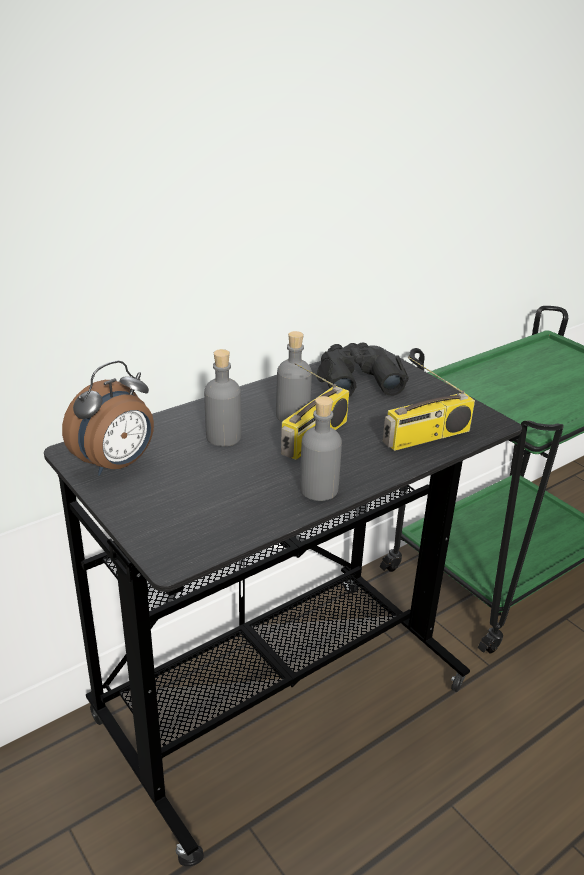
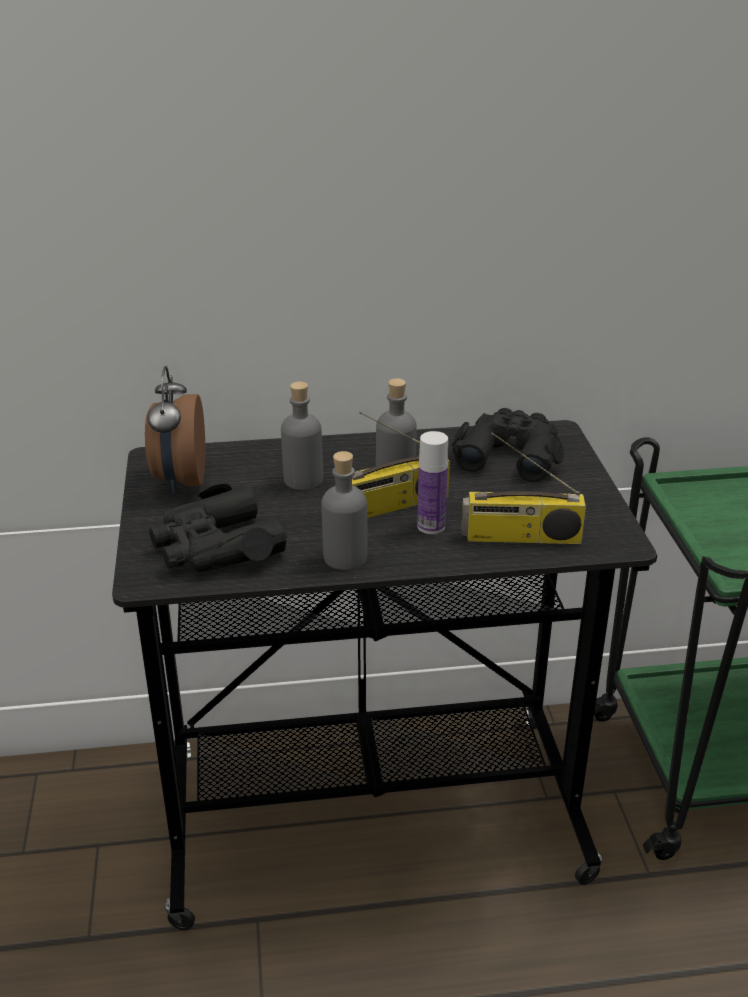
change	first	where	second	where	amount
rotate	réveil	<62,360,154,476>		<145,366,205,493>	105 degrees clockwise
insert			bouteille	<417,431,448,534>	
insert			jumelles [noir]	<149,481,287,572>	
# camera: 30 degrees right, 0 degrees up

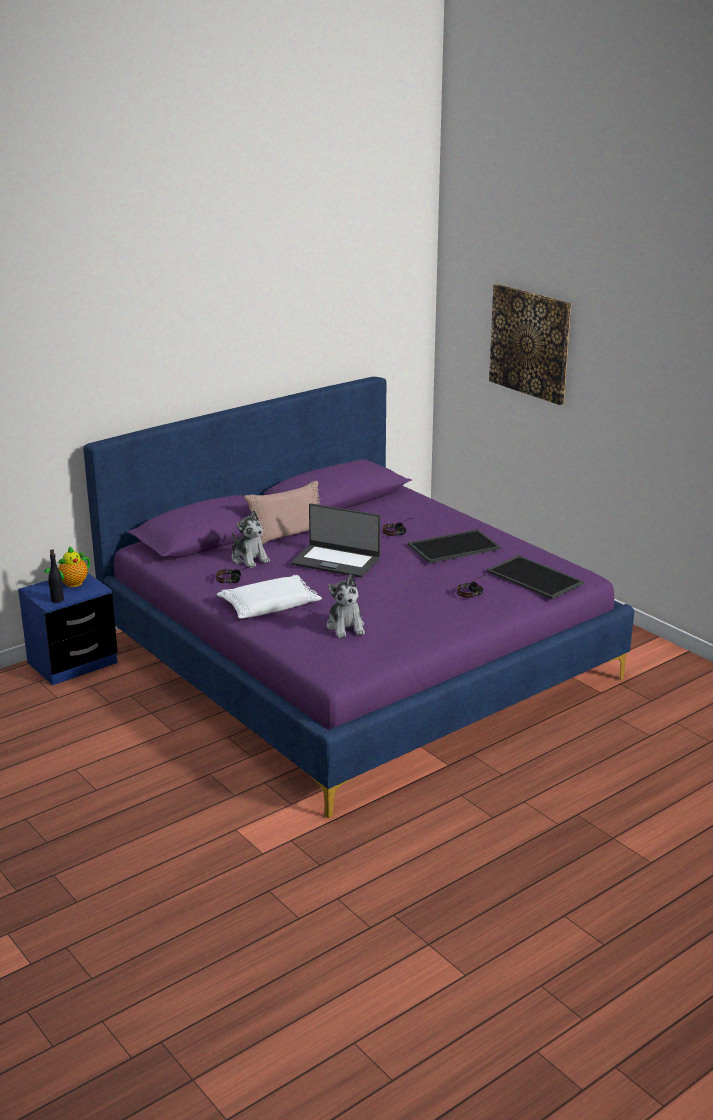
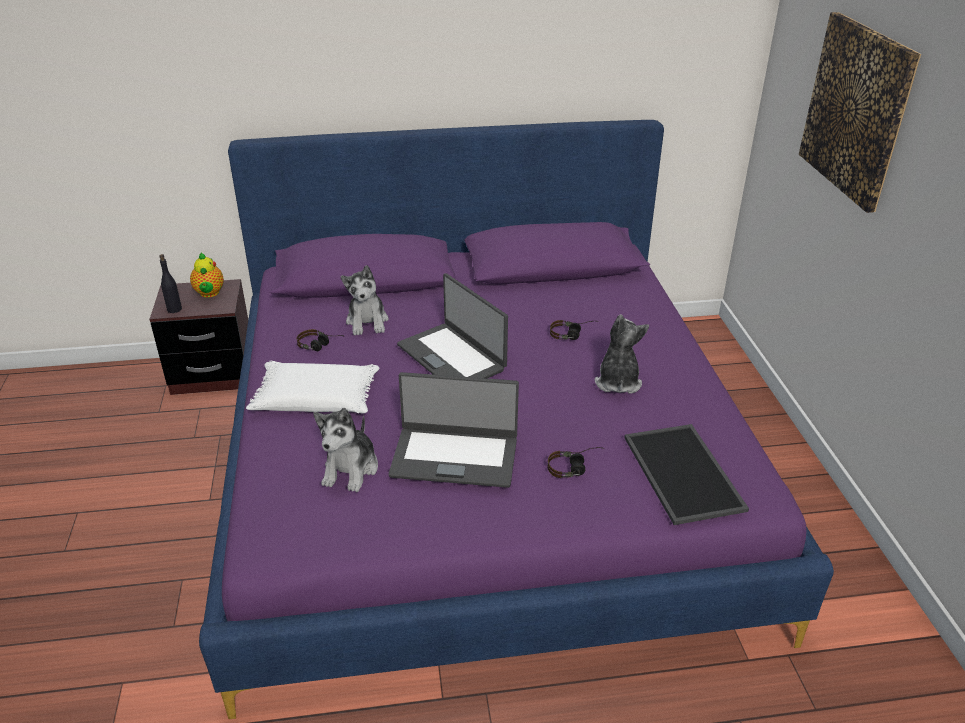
change	first	where	second	where	amount
delete	coussin [beige]	<244,481,320,544>			
replace	plateau	<408,529,501,564>	peluche	<594,314,649,394>	
rotate	théière	<44,547,90,587>		<190,253,224,297>	90 degrees counterclockwise
recolor	table de chevet [bleu]	<18,573,118,685>	table de chevet [marron]	<150,279,248,395>	
insert			ordinateur portable	<388,372,519,488>	
# camera: 30 degrees right, 10 degrees up

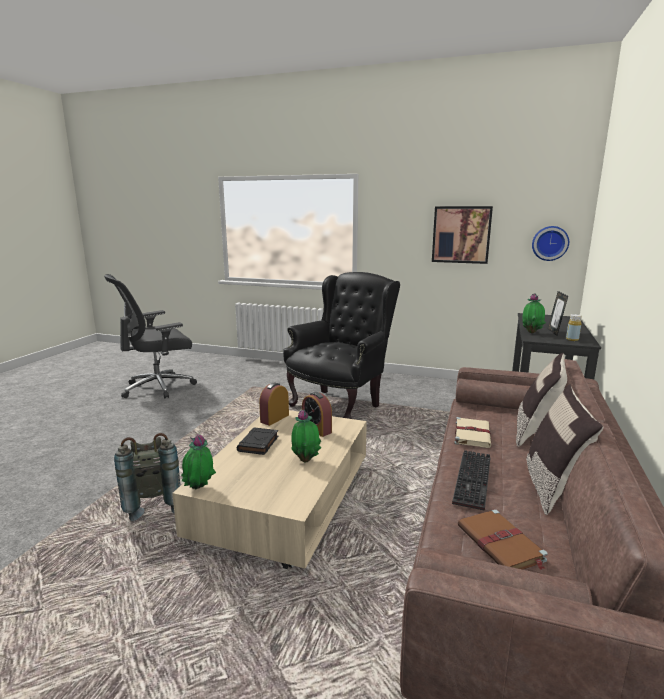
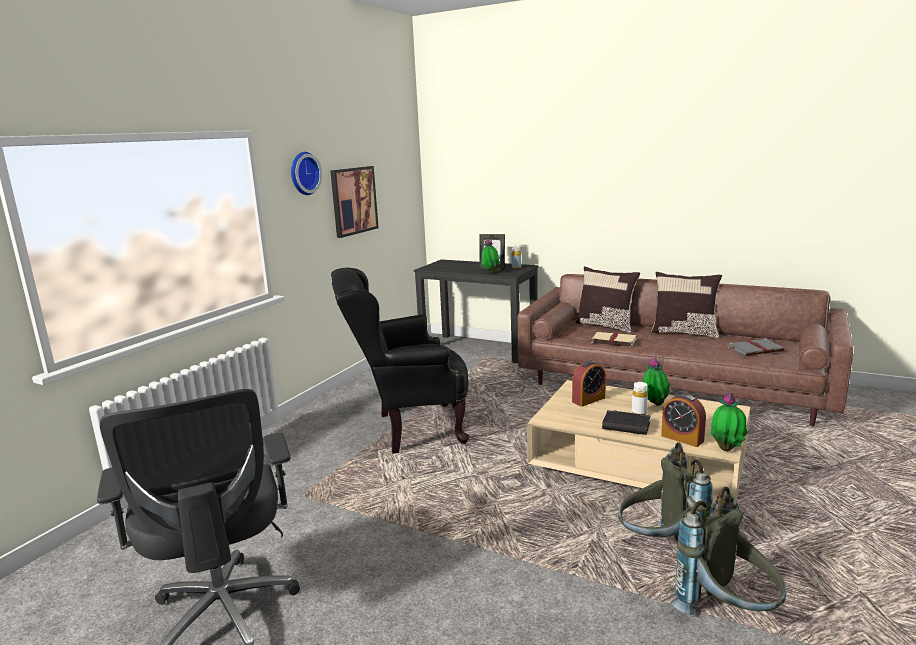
change	first	where	second	where	amount
move	horloge murale	<532,226,569,261>		<291,152,322,195>	
rotate	fauteuil [noir]	<283,272,400,419>		<331,268,470,454>	60 degrees counterclockwise
move	réveil	<259,383,289,426>		<661,393,706,447>	
delete	clavier	<452,450,490,511>			
recolor	livre [marron]	<458,509,548,570>	livre [gris]	<728,338,784,356>	
insert			bouteille [blanc]	<632,382,648,415>	
insert			sac à dos [gris]	<671,487,786,615>	
# camera: 80 degrees left, 0 degrees up

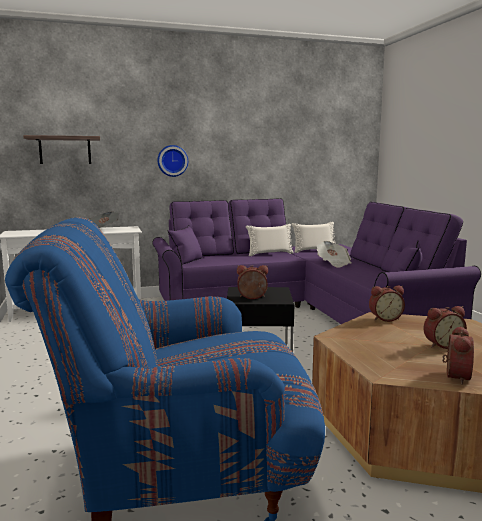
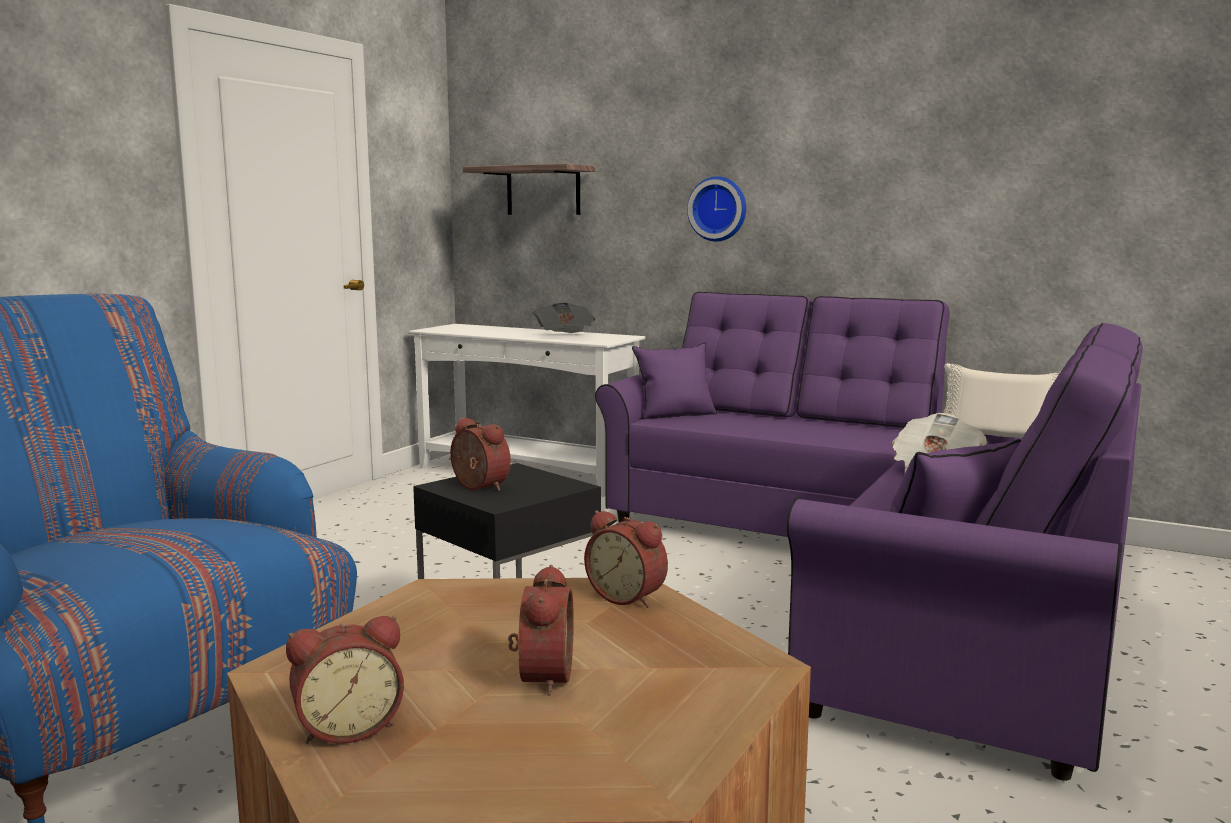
change	first	where	second	where	amount
delete	coussin [blanc]	<246,224,294,256>			
rotate	réveil	<423,306,467,349>		<508,565,574,696>	120 degrees counterclockwise
# camera: 45 degrees right, 0 degrees up

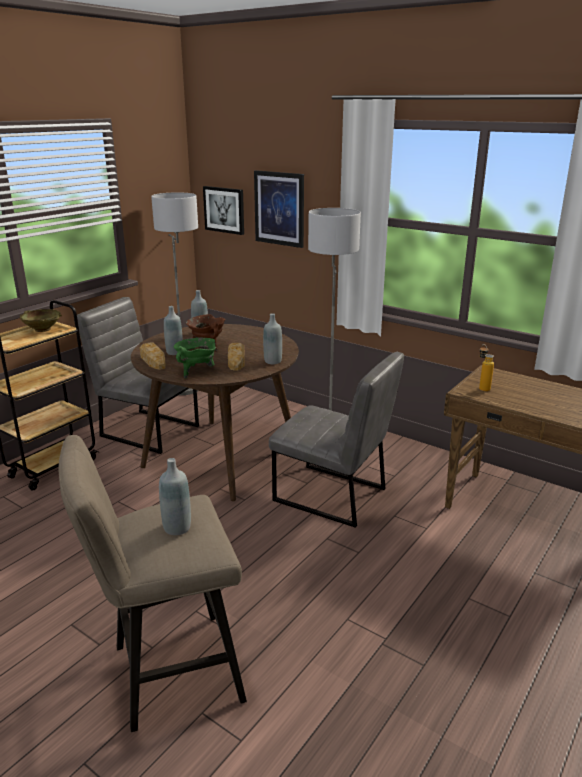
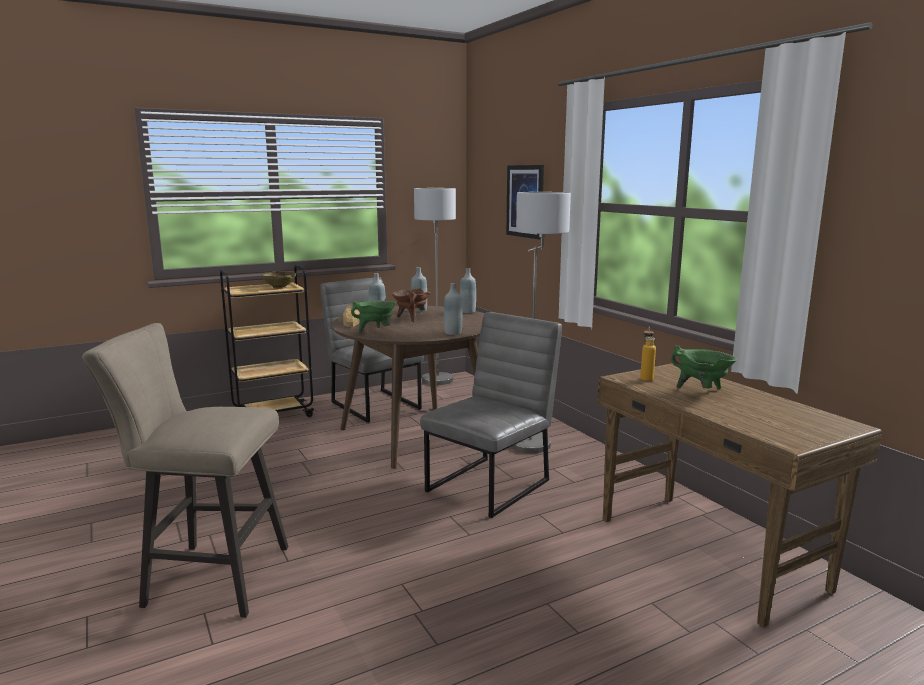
change	first	where	second	where	amount
delete	tableau	<203,186,244,235>			
delete	pain	<228,343,245,371>			
rotate	chaise [gris]	<269,352,404,528>		<420,312,562,518>	105 degrees counterclockwise
move	bouteille [gris]	<159,458,191,535>		<460,268,476,313>	
insert			marmite [vert]	<671,345,737,389>	
# camera: 25 degrees right, 10 degrees down

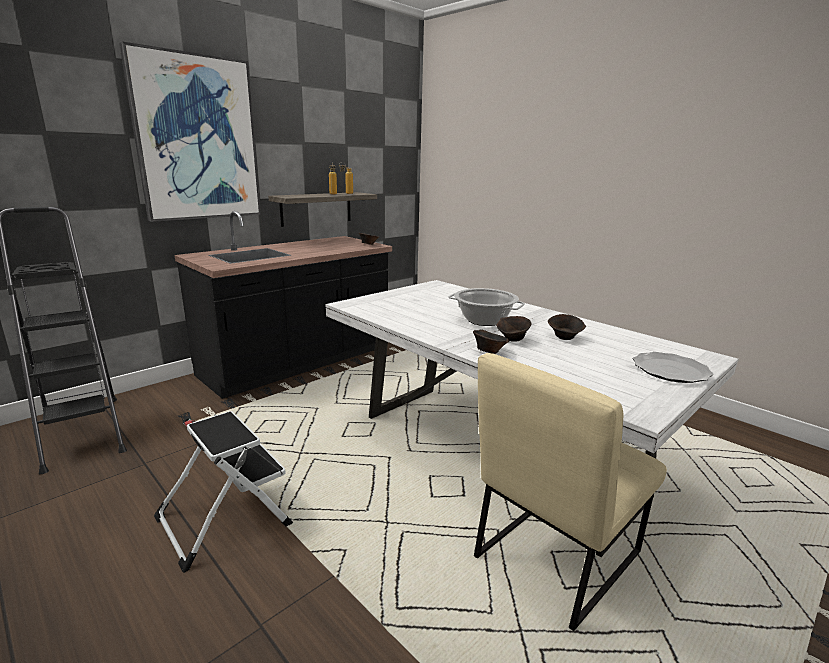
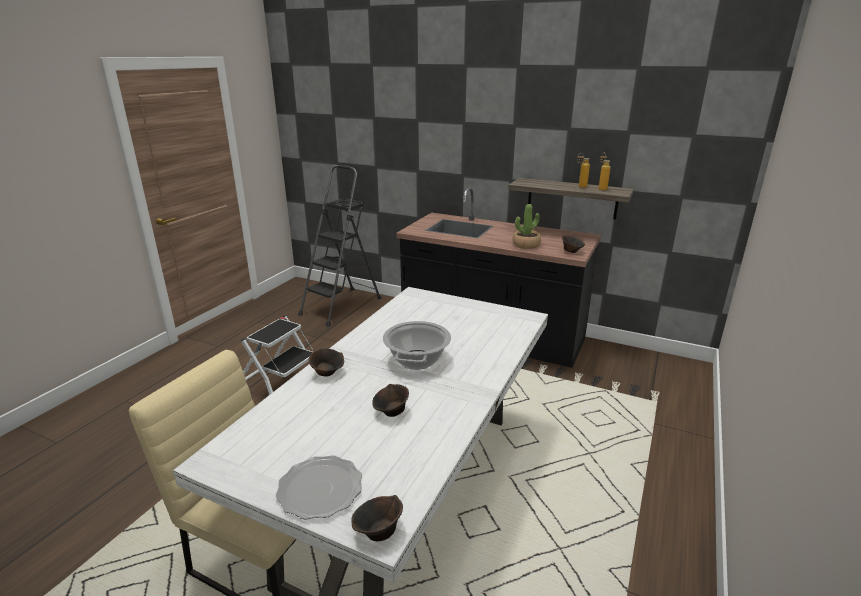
change	first	where	second	where	amount
delete	tableau	<119,41,261,222>			
move	bol [marron]	<497,316,532,342>		<351,495,403,541>	
insert			plante en pot	<513,204,541,249>	
# camera: 70 degrees right, 5 degrees up

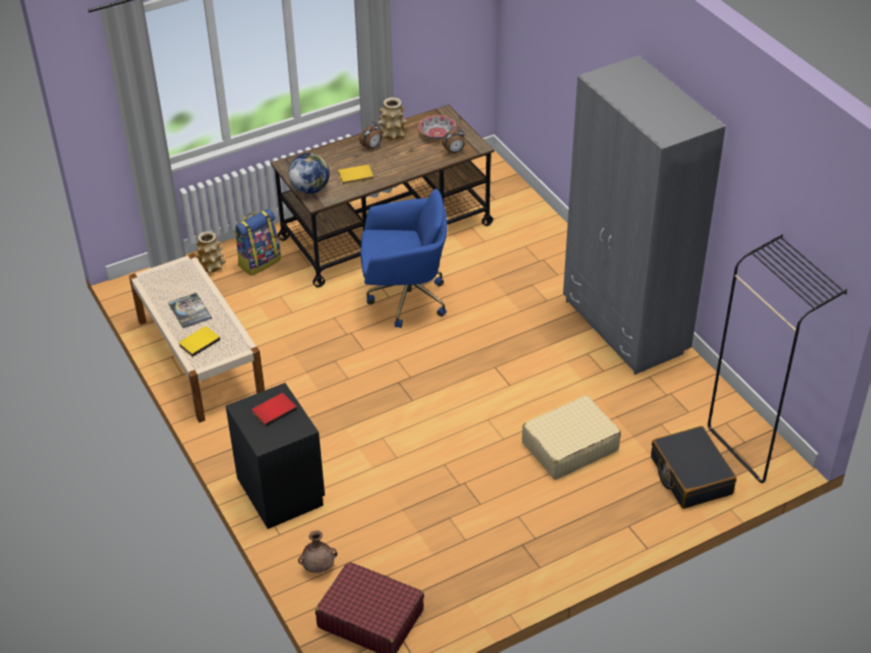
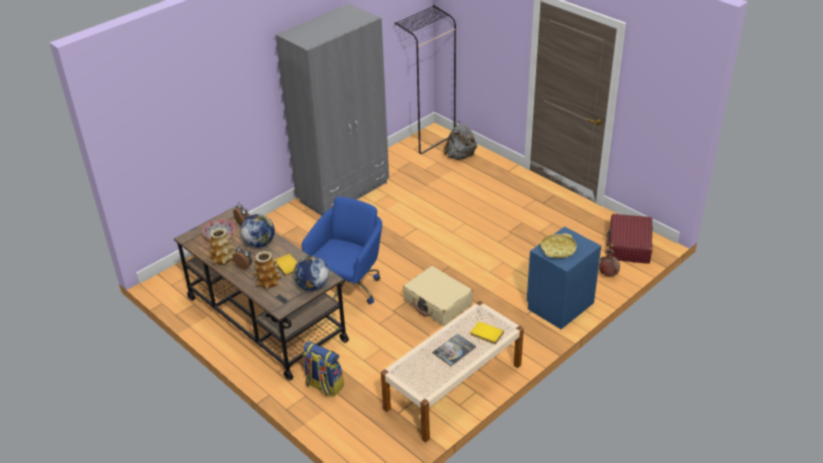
change	first	where	second	where	amount
rotate	chaise de bureau [bleu]	<361,189,447,328>		<302,197,382,305>	45 degrees clockwise
move	vase	<195,231,226,273>		<253,251,281,290>	
recolor	table de chevet [noir]	<226,383,325,529>	table de chevet [bleu]	<527,226,601,329>	
replace	livre [rouge]	<252,393,297,427>	plateau [jaune]	<541,233,577,258>	
move	valise [beige]	<522,395,621,480>		<403,266,473,326>	
replace	valise [noir]	<651,426,737,509>	sac à dos [gris]	<444,121,477,160>	
insert			globe	<241,214,275,248>	
# camera: 105 degrees left, 5 degrees down

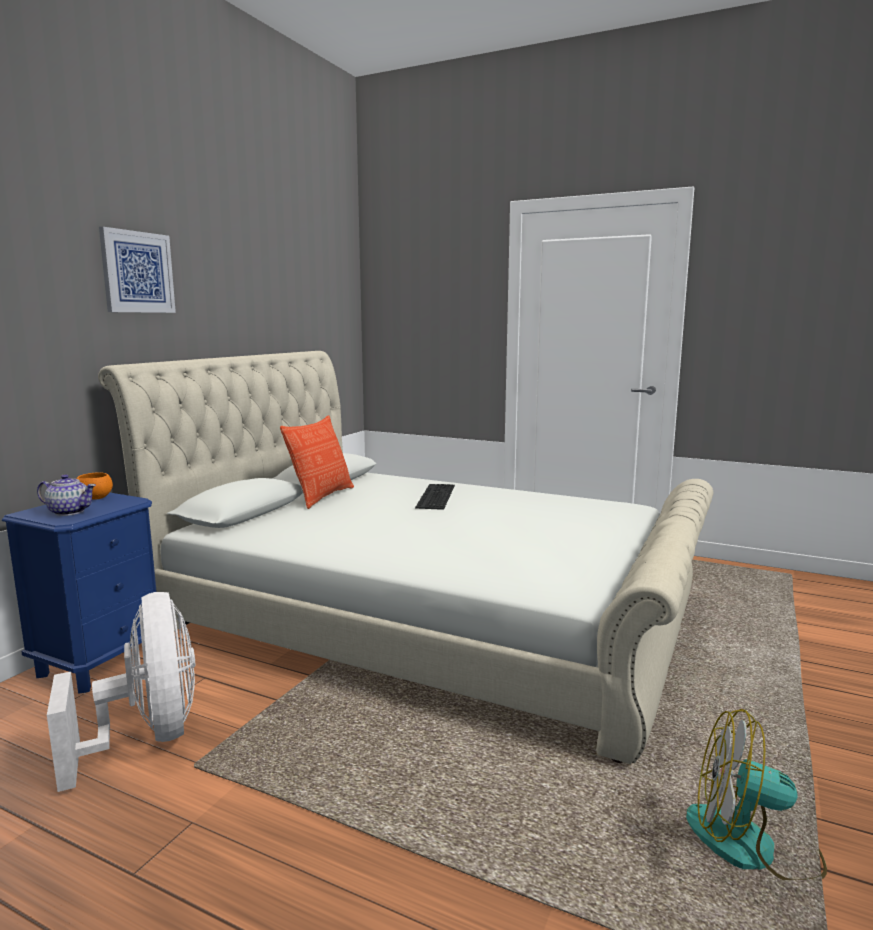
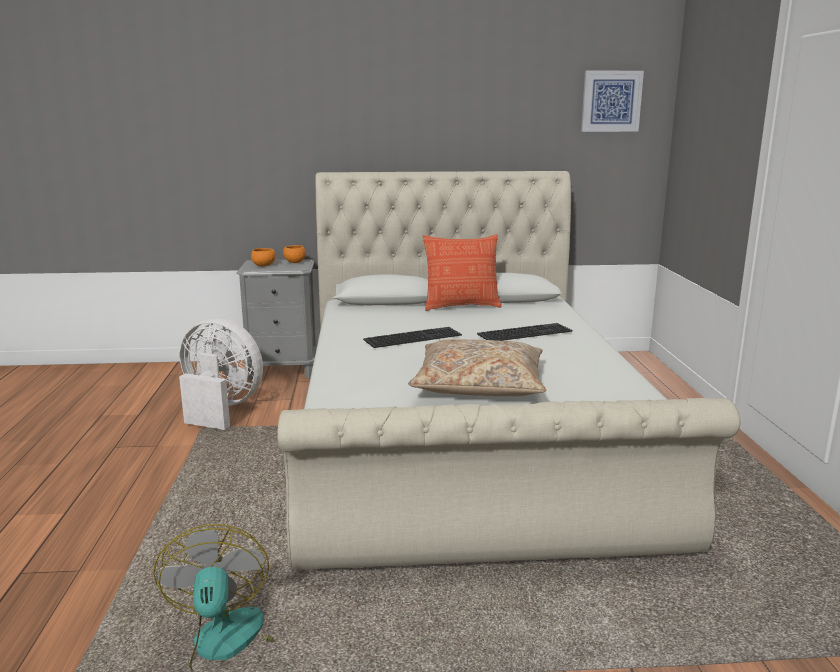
change	first	where	second	where	amount
move	tableau	<99,227,176,313>		<581,71,644,132>	
replace	théière	<37,474,96,516>	bol [orange]	<251,248,275,266>	
recolor	table de chevet [bleu]	<2,493,157,694>	table de chevet [gris]	<236,259,317,380>	
rotate	ventilateur [blanc]	<47,592,196,792>		<179,318,263,430>	105 degrees counterclockwise
insert			clavier	<363,327,462,348>	
insert			coussin [beige]	<408,339,547,396>	
# camera: 60 degrees right, 5 degrees up

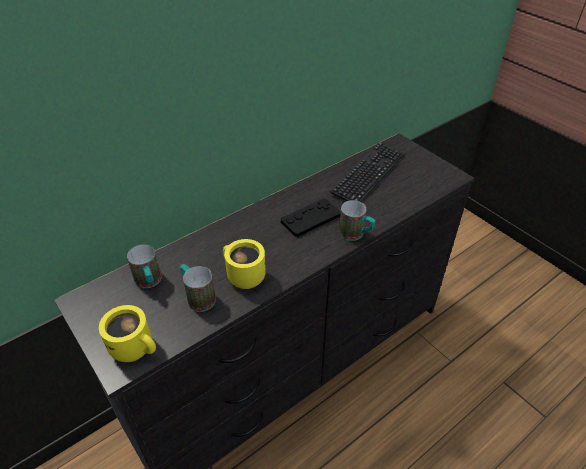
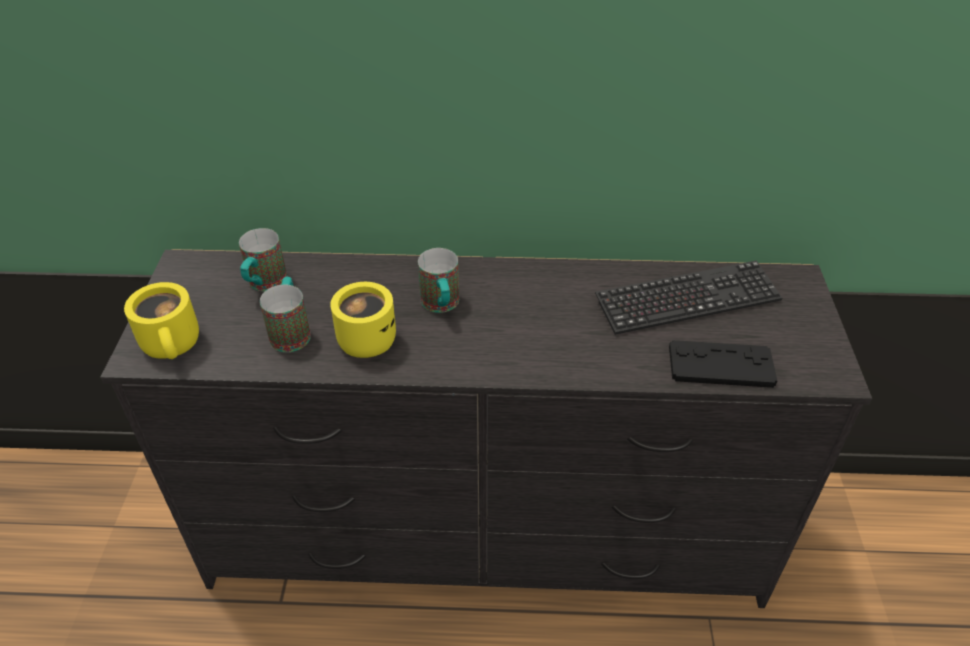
change	first	where	second	where	amount
move	manette [noir]	<281,198,341,237>		<669,340,777,388>	
move	mug	<339,200,376,241>		<418,248,459,313>	
# camera: 40 degrees right, 0 degrees up

